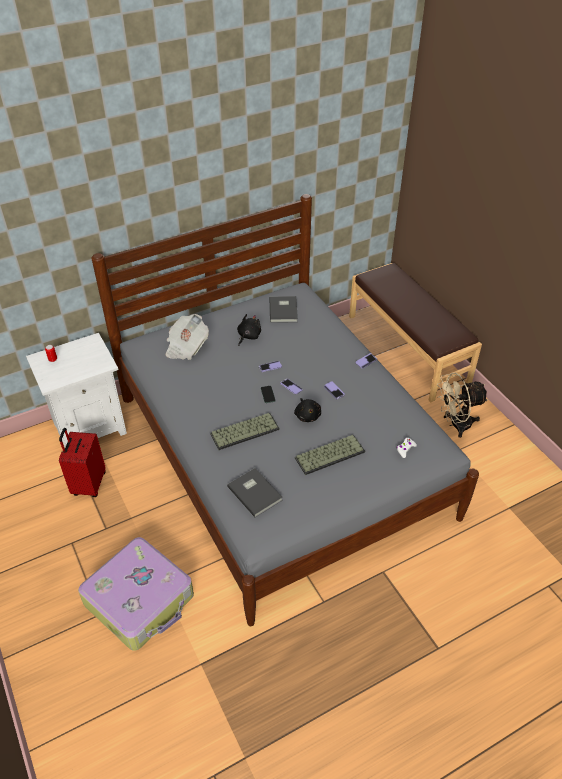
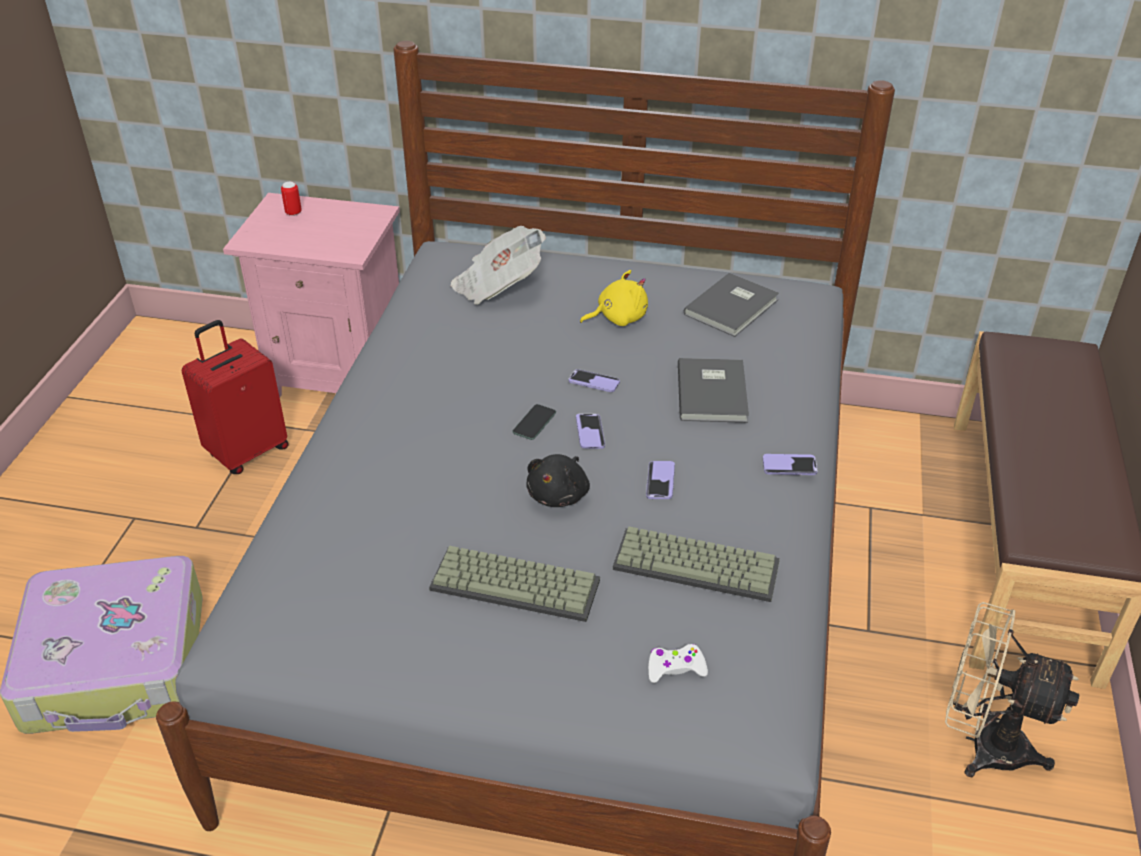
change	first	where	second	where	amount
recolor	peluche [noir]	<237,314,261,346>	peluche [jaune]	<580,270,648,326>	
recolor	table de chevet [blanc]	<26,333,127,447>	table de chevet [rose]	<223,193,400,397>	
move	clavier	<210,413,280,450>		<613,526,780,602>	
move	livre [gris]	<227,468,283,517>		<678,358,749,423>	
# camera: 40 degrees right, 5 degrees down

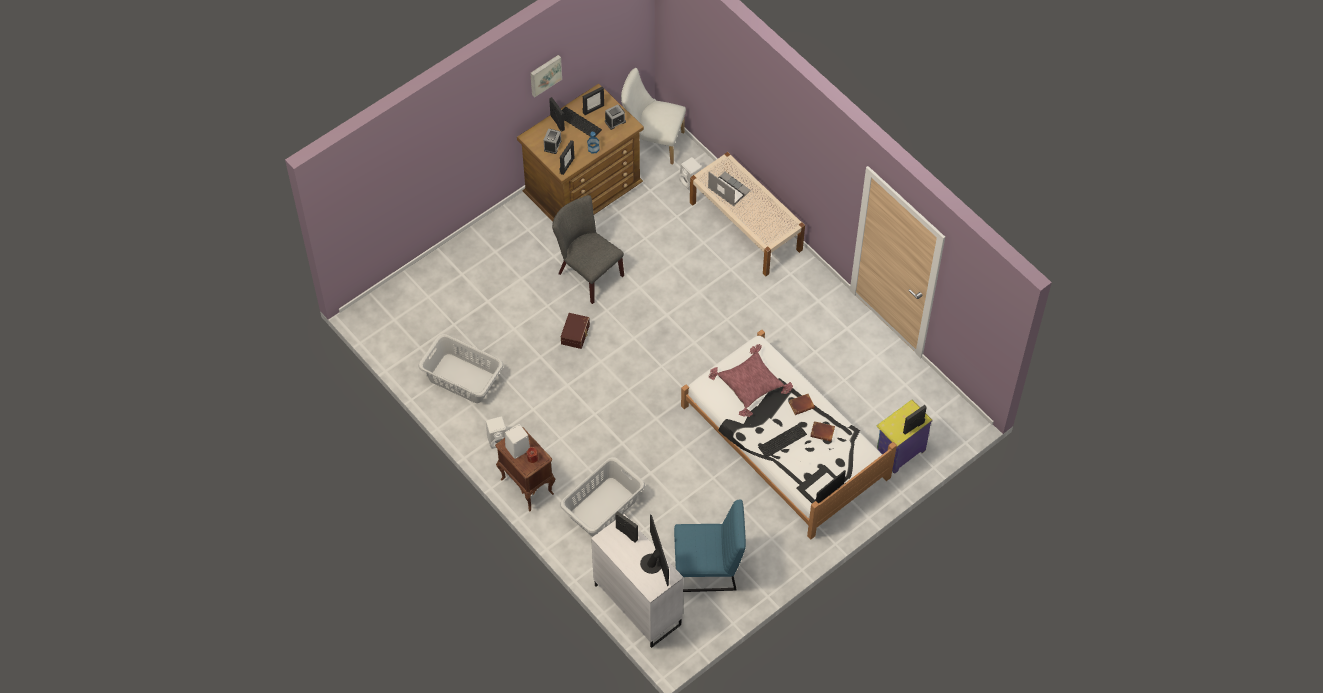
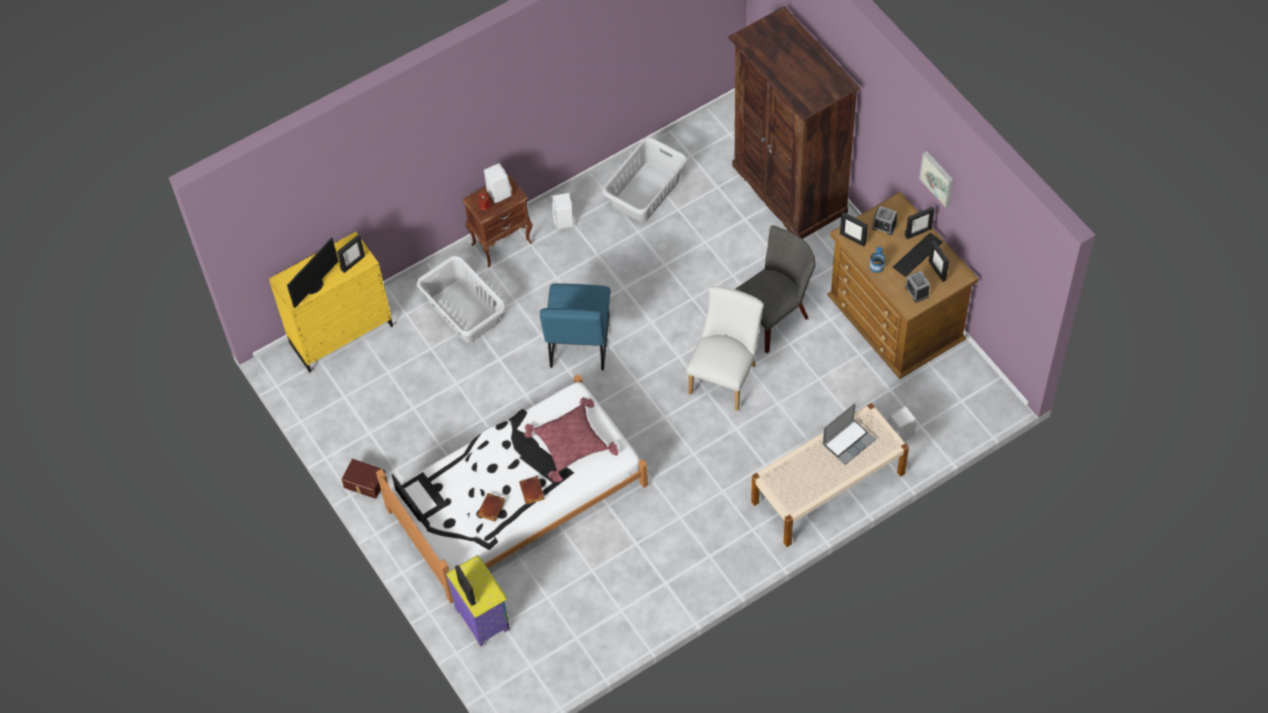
change	first	where	second	where	amount
move	chaise [blanc]	<621,68,686,164>		<686,286,764,411>	
move	boîte de rangement [marron]	<561,313,590,349>		<341,459,387,499>	
delete	clavier	<758,424,807,458>			
move	chaise [bleu]	<674,500,746,592>		<540,283,610,370>	
recolor	commode [blanc]	<591,514,683,648>	commode [jaune]	<269,232,393,373>	
rotate	écran d'ordinateur	<640,515,669,587>		<287,237,339,308>	45 degrees counterclockwise
insert			armoire [marron]	<728,6,860,239>	
# camera: 100 degrees right, 0 degrees up

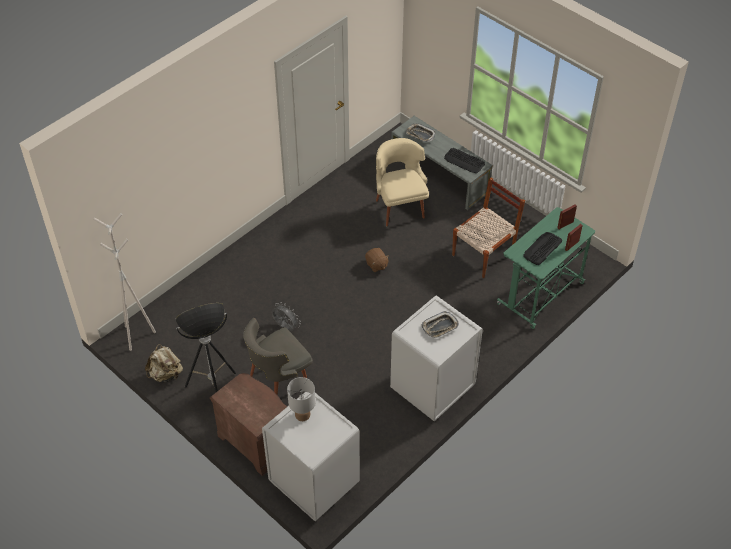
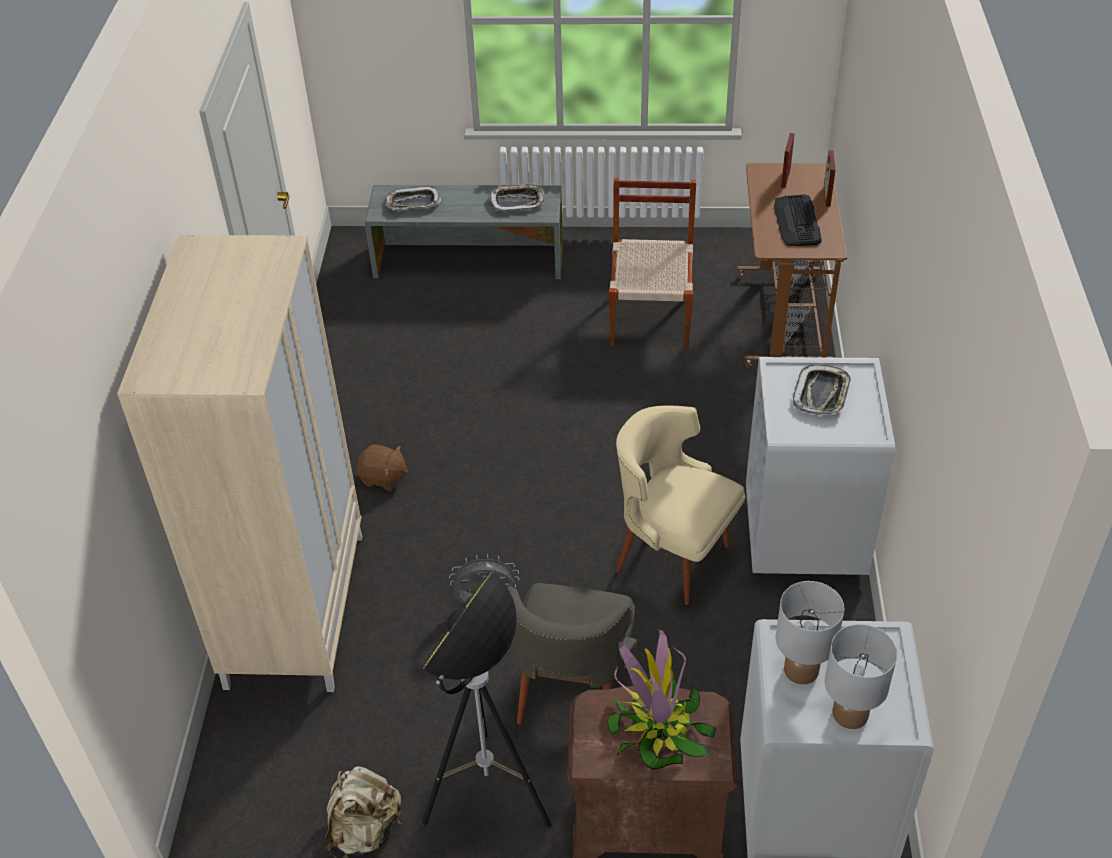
change	first	where	second	where	amount
move	chaise [beige]	<376,138,429,226>		<616,406,745,605>	
replace	clavier	<444,148,485,173>	plateau	<489,183,544,211>	
recolor	bureau [vert]	<497,207,595,329>	bureau [marron]	<737,163,847,368>	
delete	portant [gris]	<93,213,156,351>			
move	peluche [marron]	<365,248,389,272>		<356,444,408,491>	
insert			armoire [beige]	<117,235,362,692>	
insert			lampe de table [gris]	<825,624,897,729>	
insert			plante en pot	<607,629,717,769>	
# camera: 40 degrees left, 5 degrees down

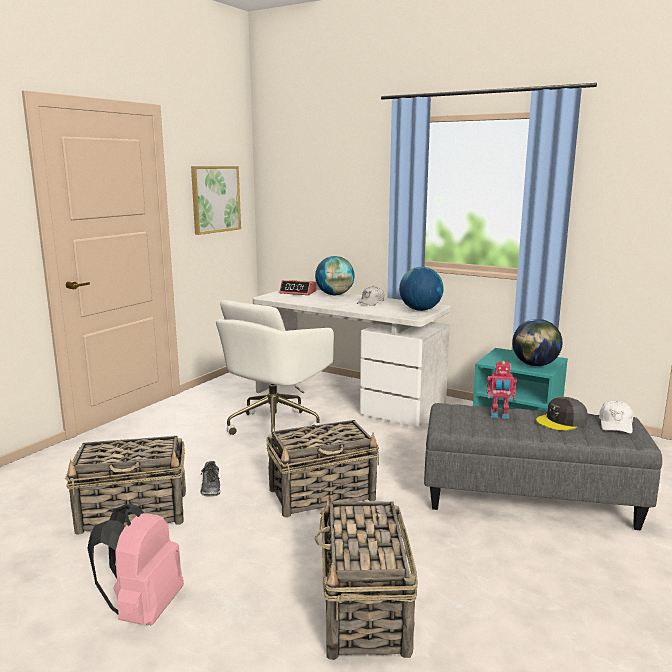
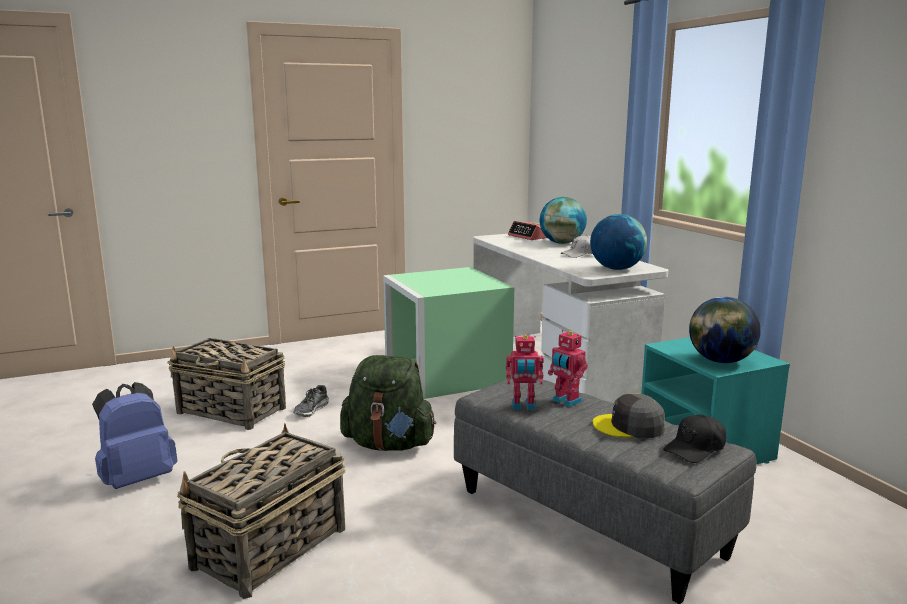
change	first	where	second	where	amount
delete	tableau	<191,166,241,235>			
replace	chaise de bureau [blanc]	<216,300,334,435>	boîte de rangement [vert]	<383,267,514,399>	
recolor	casquette [blanc]	<599,400,633,433>	casquette [noir]	<663,415,726,463>	
replace	panier	<267,420,379,518>	sac à dos [vert]	<340,355,436,451>	
recolor	sac à dos [rose]	<87,504,184,625>	sac à dos [bleu]	<92,382,177,489>	
insert			robot jouet	<506,335,544,410>	
# camera: 35 degrees right, 0 degrees up

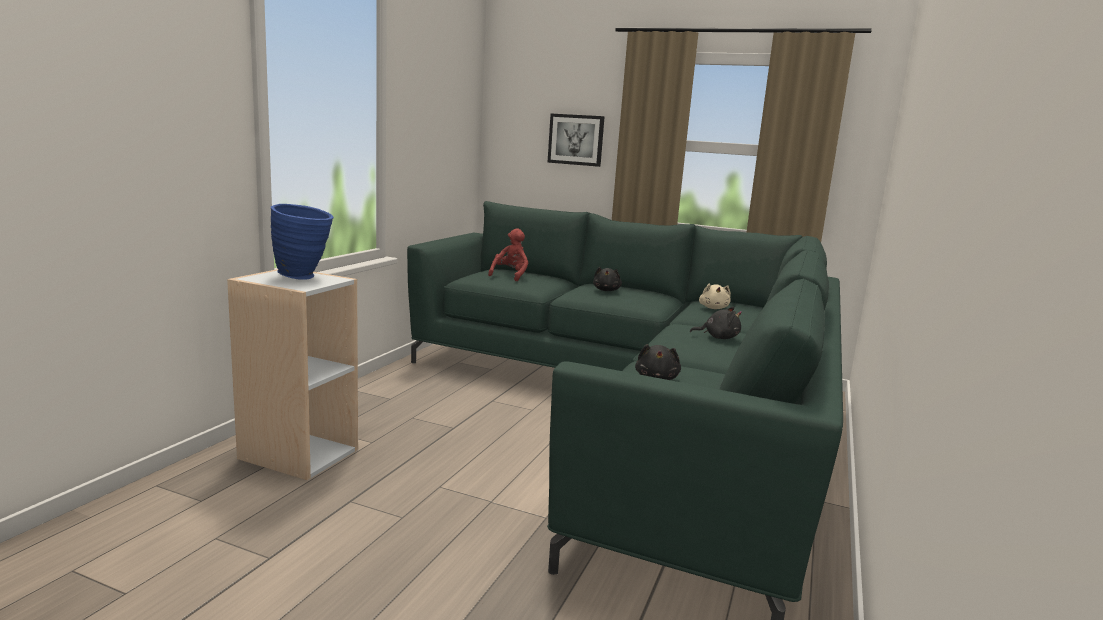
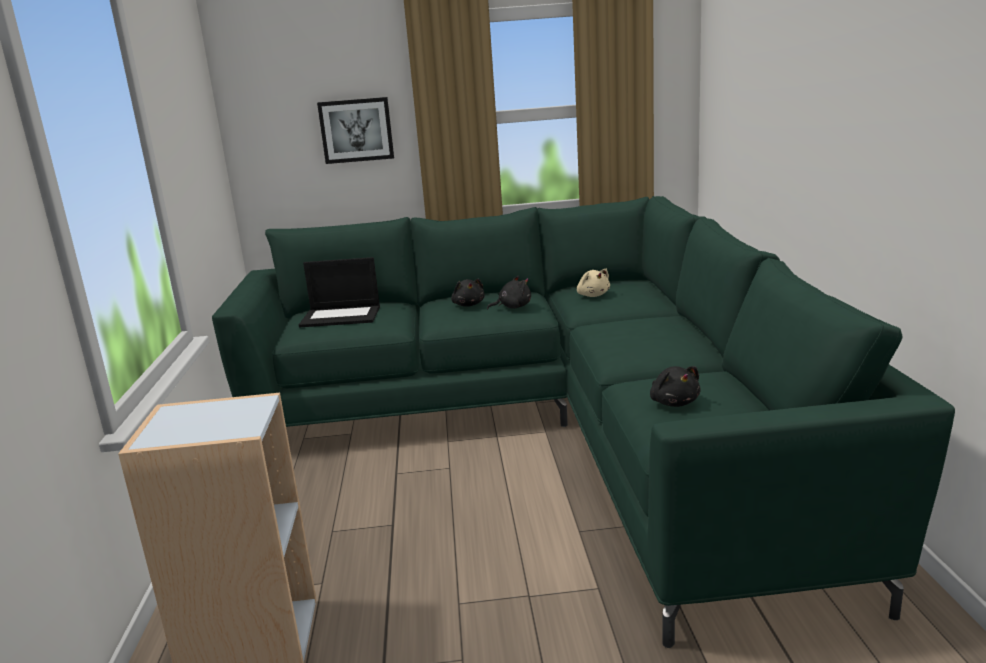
change	first	where	second	where	amount
delete	vase [bleu]	<271,204,334,280>			
replace	peluche [rouge]	<488,228,528,281>	ordinateur portable	<299,257,380,327>	
move	peluche [noir]	<690,307,742,339>		<487,276,531,309>	
# camera: 25 degrees left, 5 degrees up

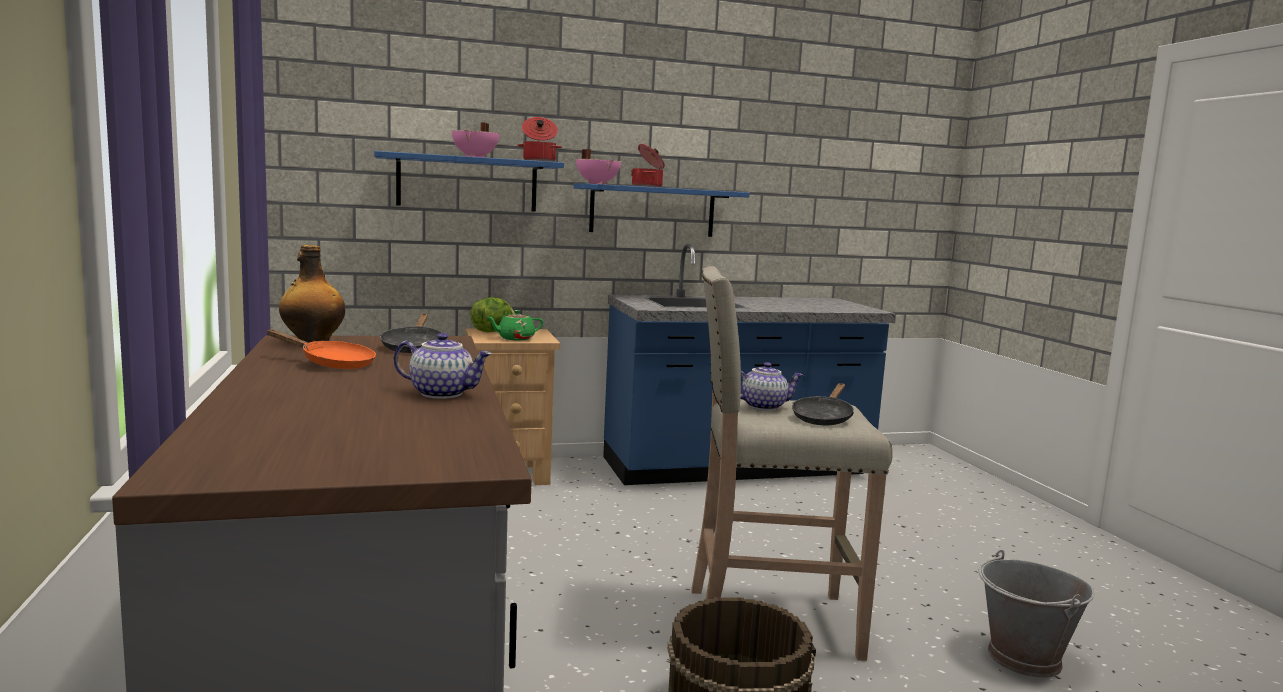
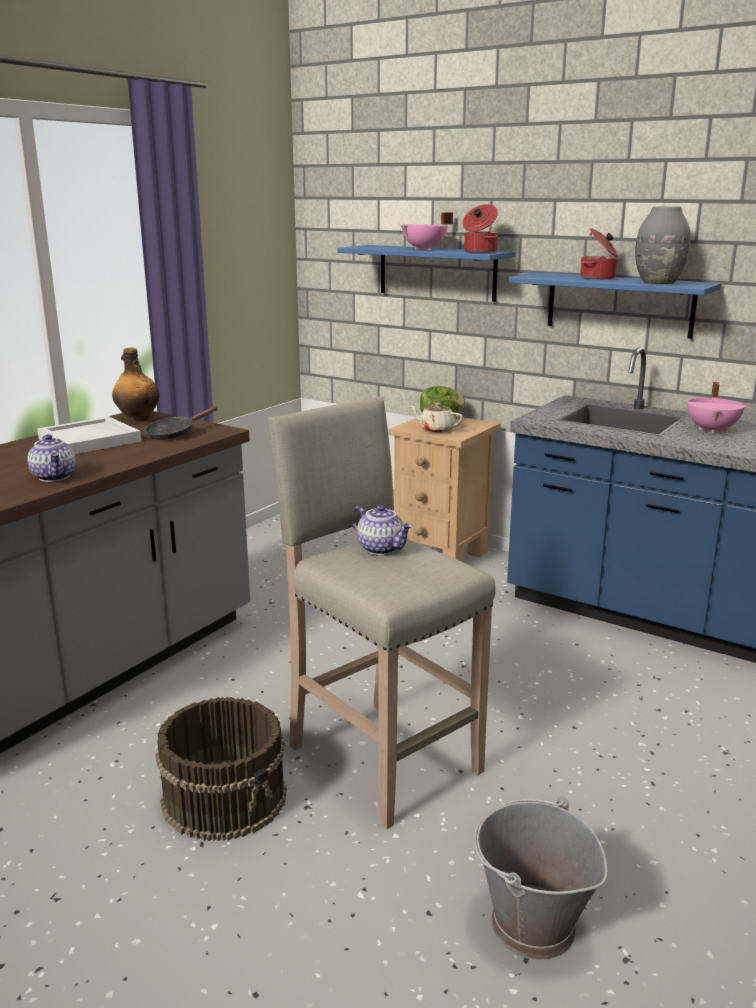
change	first	where	second	where	amount
move	marmite [rose]	<576,149,621,184>		<687,382,746,434>	
recolor	théière [vert]	<487,310,543,340>	théière [beige]	<410,403,463,433>	
replace	poêle [orange]	<266,330,376,369>	plateau [blanc]	<37,416,141,454>	
delete	poêle [noir]	<792,383,854,425>			
insert			vase [gris]	<635,206,690,284>	
# camera: 50 degrees right, 10 degrees up

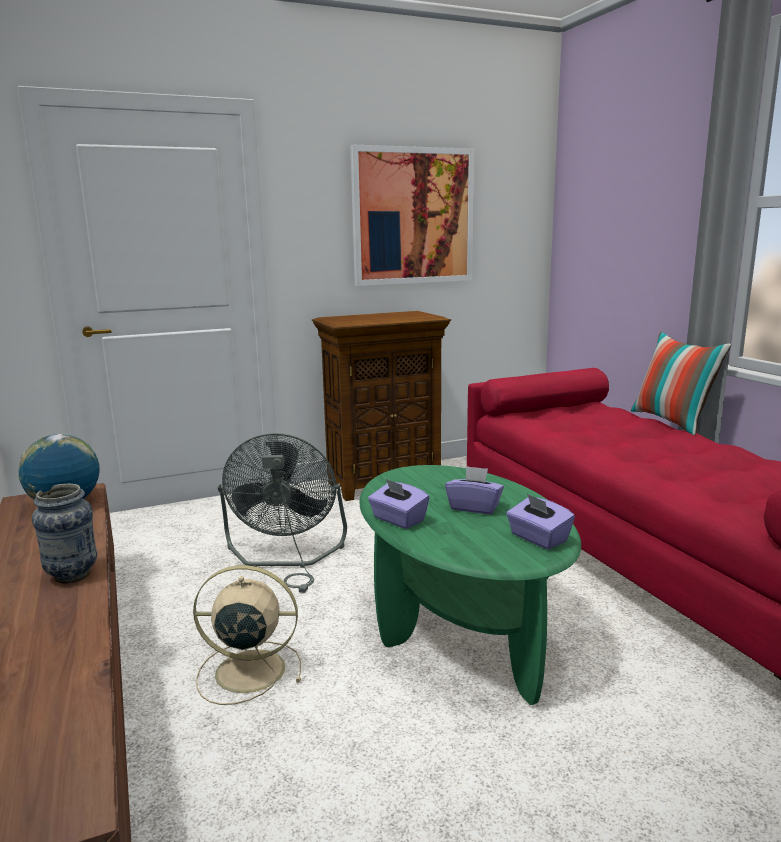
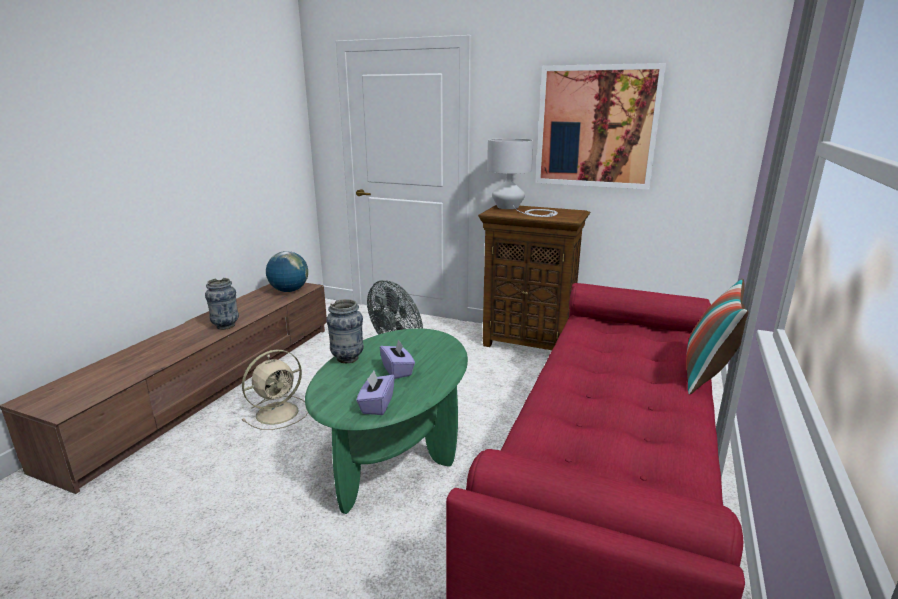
change	first	where	second	where	amount
replace	boîte à mouchoirs [violet]	<368,479,430,529>	vase	<326,299,364,363>	
rotate	ventilateur [beige]	<193,565,301,705>		<242,350,308,430>	90 degrees clockwise
insert			lampe de table [blanc]	<487,138,558,217>	
# camera: 45 degrees right, 5 degrees up

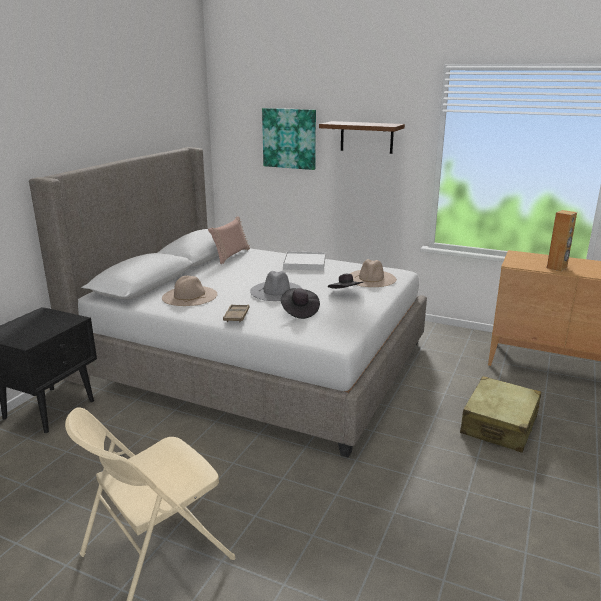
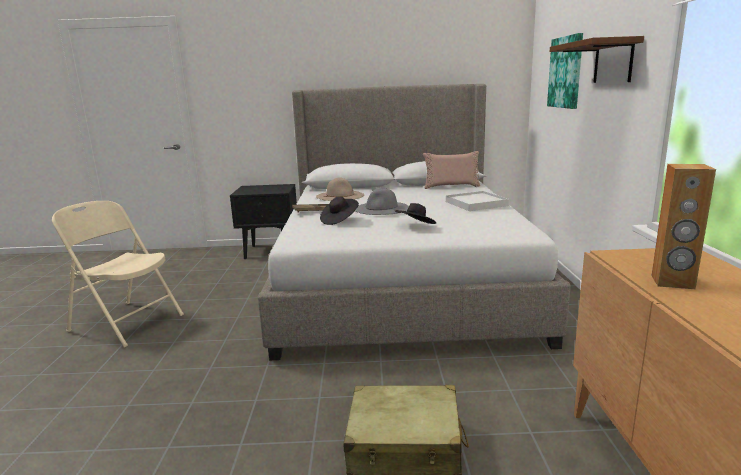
change	first	where	second	where	amount
delete	chapeau [beige]	<349,259,397,287>			
# camera: 65 degrees right, 5 degrees down

